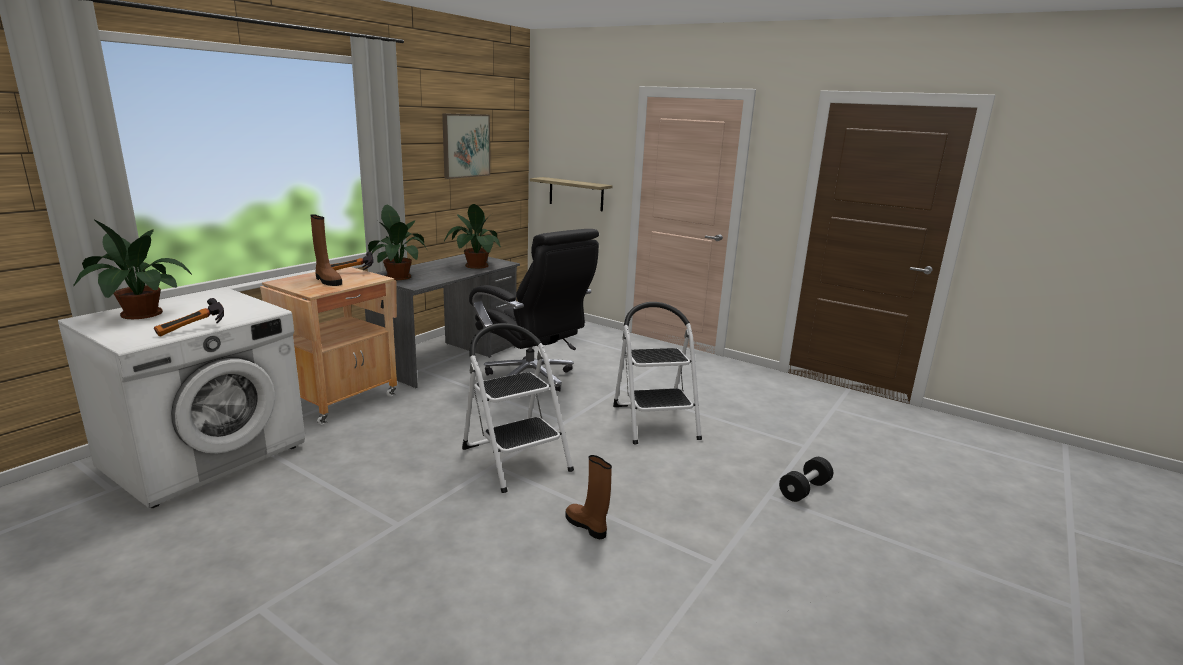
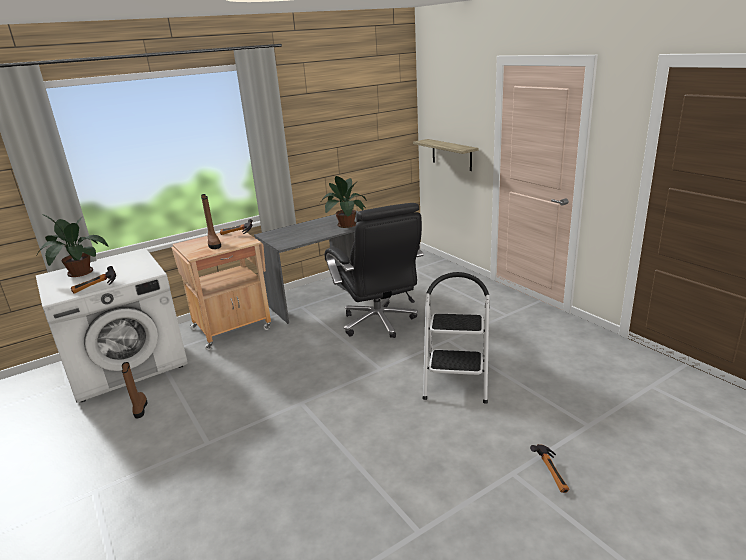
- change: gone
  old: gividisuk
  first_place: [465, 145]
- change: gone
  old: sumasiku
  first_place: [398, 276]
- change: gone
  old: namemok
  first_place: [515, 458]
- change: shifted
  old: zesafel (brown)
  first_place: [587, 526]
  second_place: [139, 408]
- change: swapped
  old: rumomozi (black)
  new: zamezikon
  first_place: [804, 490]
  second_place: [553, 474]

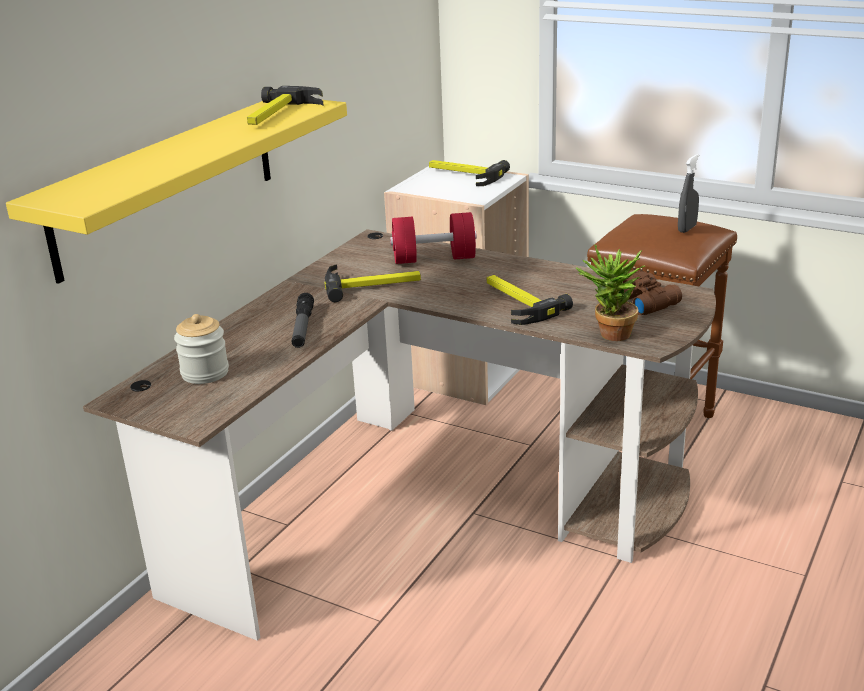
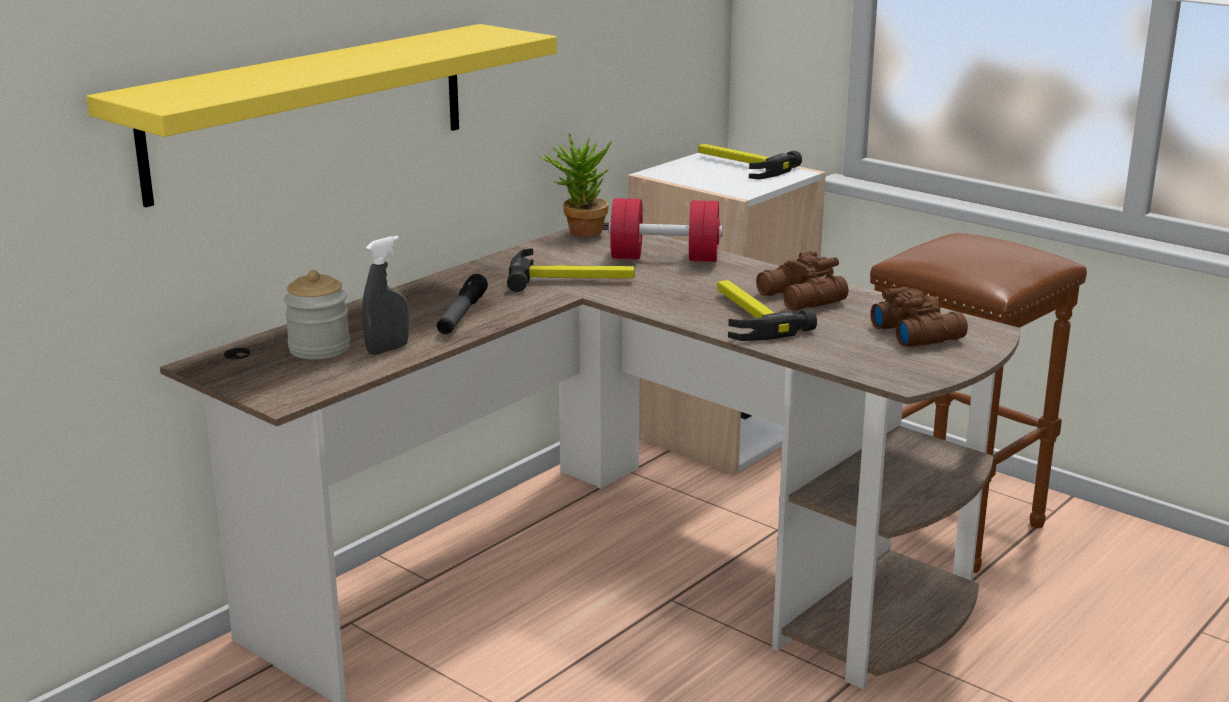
- change: gone
  old: zamezikon
  first_place: [279, 114]
- change: shifted
  old: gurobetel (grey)
  first_place: [687, 228]
  second_place: [388, 349]
- change: shifted
  old: sumasiku
  first_place: [609, 335]
  second_place: [578, 232]
- change: new
  new: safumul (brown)
  second_place: [800, 299]

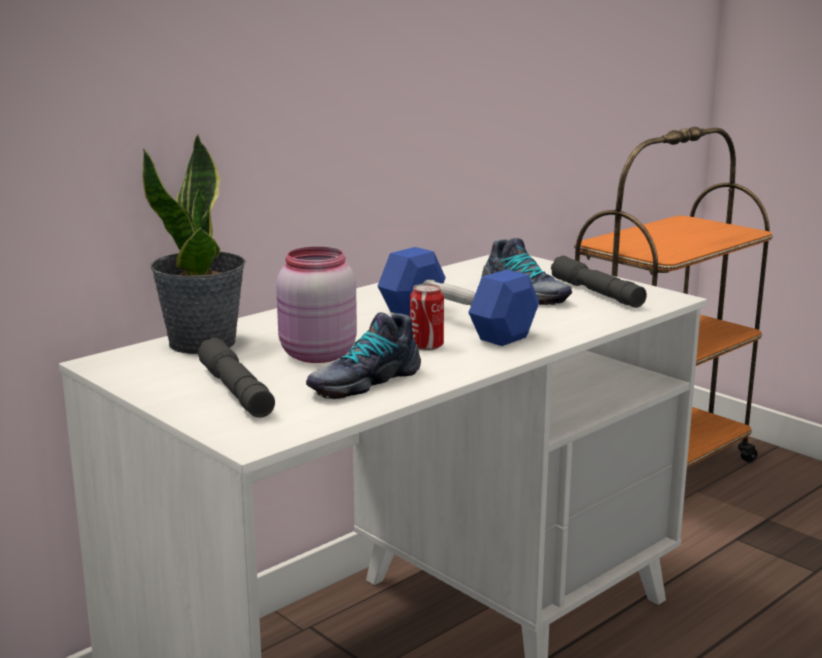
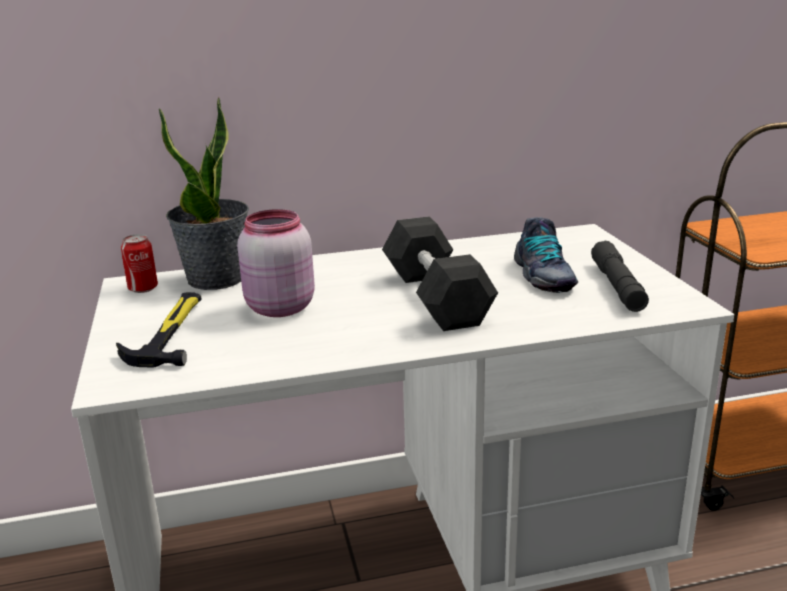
- change: repainted
  old: rumomozi (blue)
  new: rumomozi (grey)
  first_place: [456, 324]
  second_place: [436, 298]
- change: shifted
  old: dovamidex
  first_place: [426, 346]
  second_place: [143, 288]
- change: gone
  old: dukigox
  first_place: [363, 381]
- change: swapped
  old: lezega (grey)
  new: zamezikon
  first_place: [236, 391]
  second_place: [171, 332]

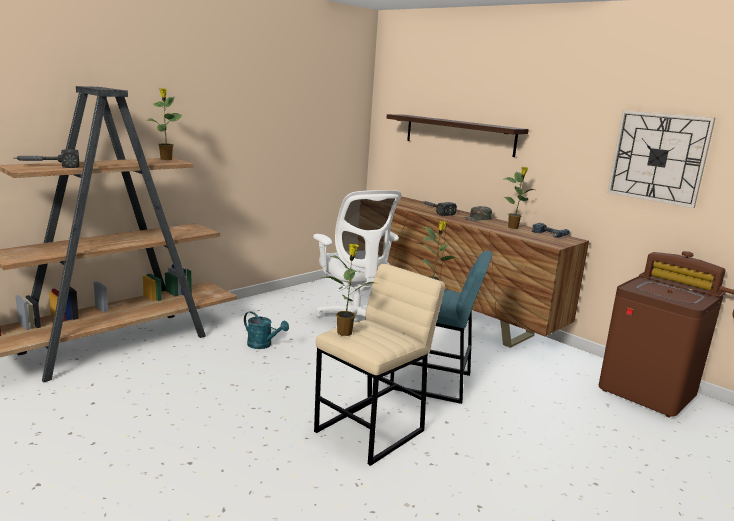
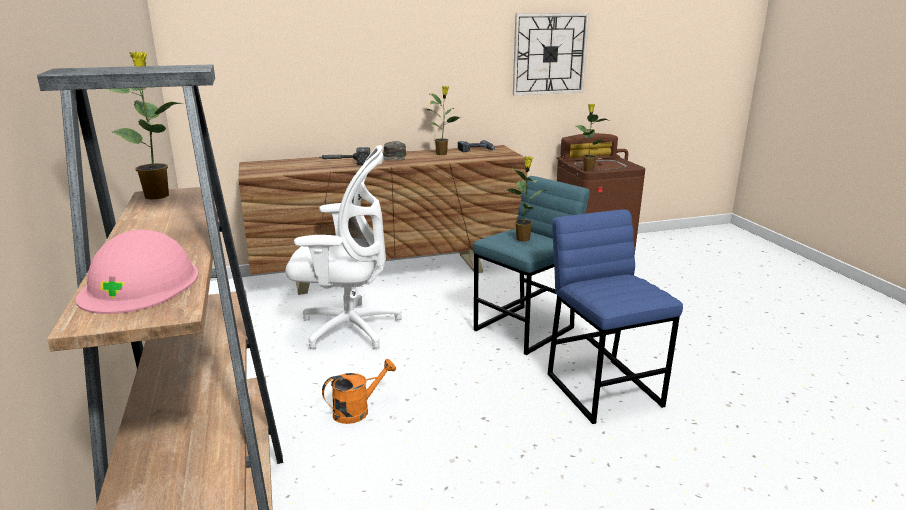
- change: gone
  old: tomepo
  first_place: [459, 134]
- change: swapped
  old: zamezikon
  new: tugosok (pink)
  first_place: [47, 166]
  second_place: [140, 284]
- change: shifted
  old: sumasiku
  first_place: [345, 332]
  second_place: [588, 169]
- change: repainted
  old: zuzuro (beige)
  new: zuzuro (blue)
  first_place: [371, 430]
  second_place: [602, 388]
- change: repainted
  old: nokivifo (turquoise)
  new: nokivifo (orange)
  first_place: [263, 345]
  second_place: [357, 410]

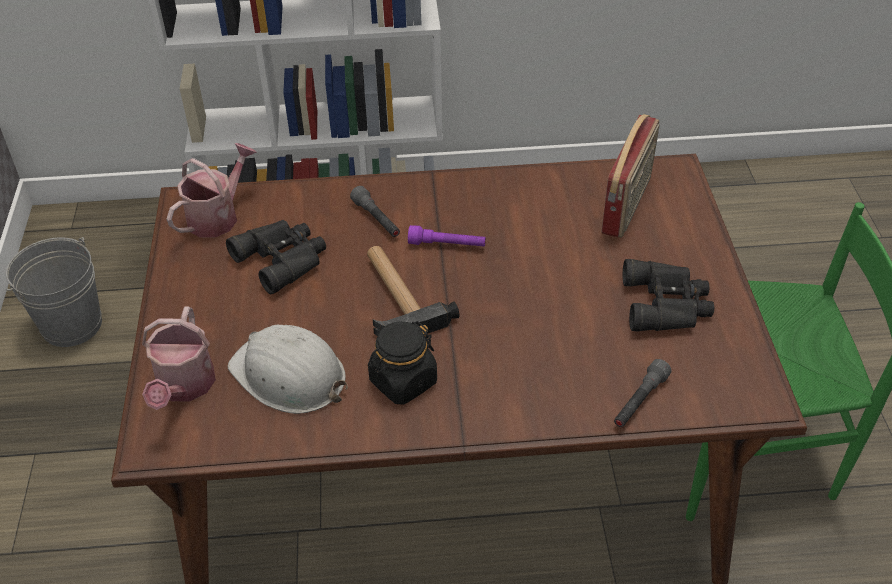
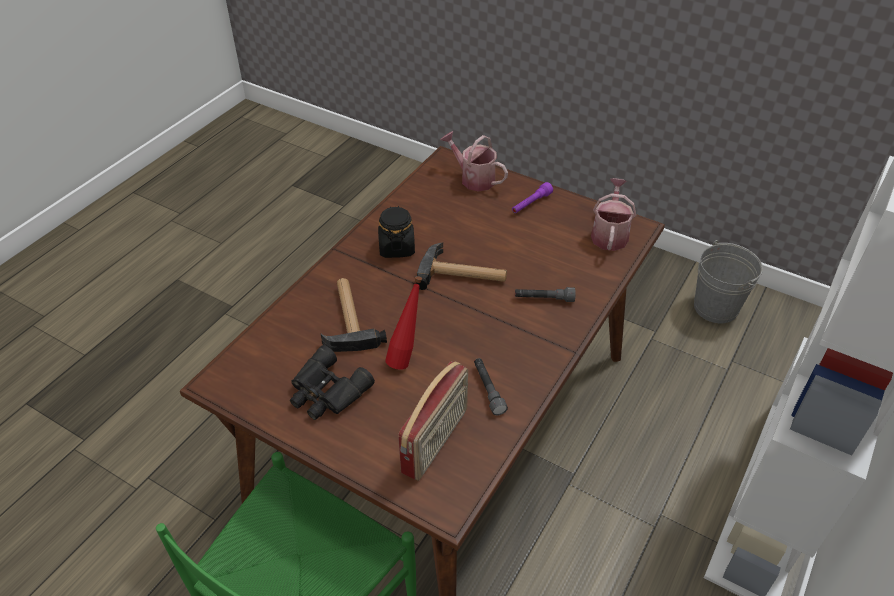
- change: rotated
  old: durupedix
  first_place: [628, 205]
  second_place: [436, 441]
  degrees: -120
- change: rotated
  old: nokivifo
  first_place: [218, 216]
  second_place: [609, 234]
  degrees: -150
- change: gone
  old: safumul (black)
  first_place: [283, 258]
- change: shifted
  old: lezega (purple)
  first_place: [447, 245]
  second_place: [531, 204]
- change: gone
  old: tugosok (white)
  first_place: [289, 376]
- change: shifted
  old: lezega (grey)
  first_place: [639, 401]
  second_place: [488, 390]
- change: new
  new: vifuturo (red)
  second_place: [406, 357]
- change: new
  new: zamezikon
  second_place: [348, 318]

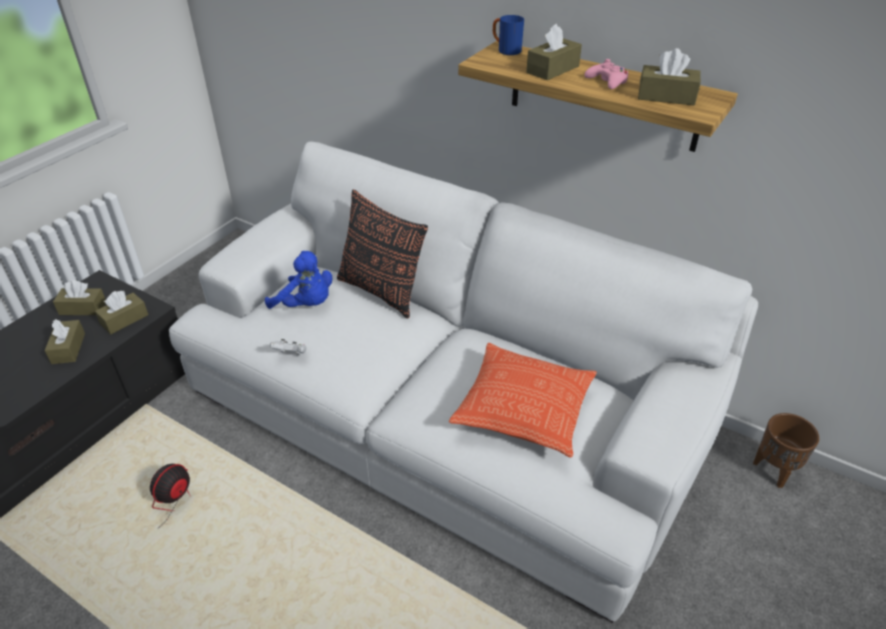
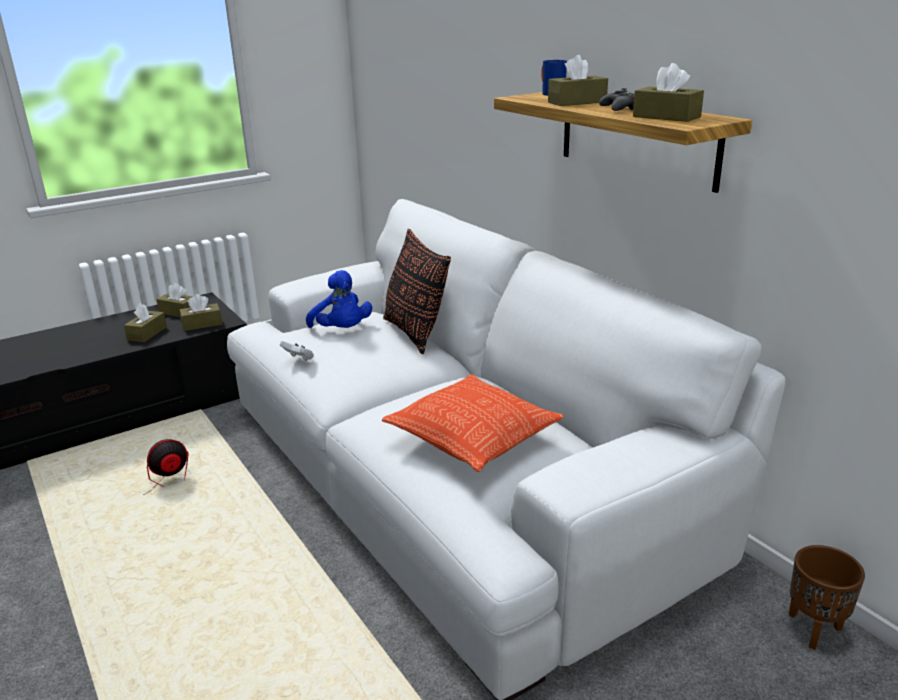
- change: repainted
  old: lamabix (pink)
  new: lamabix (black)
  first_place: [607, 81]
  second_place: [619, 109]

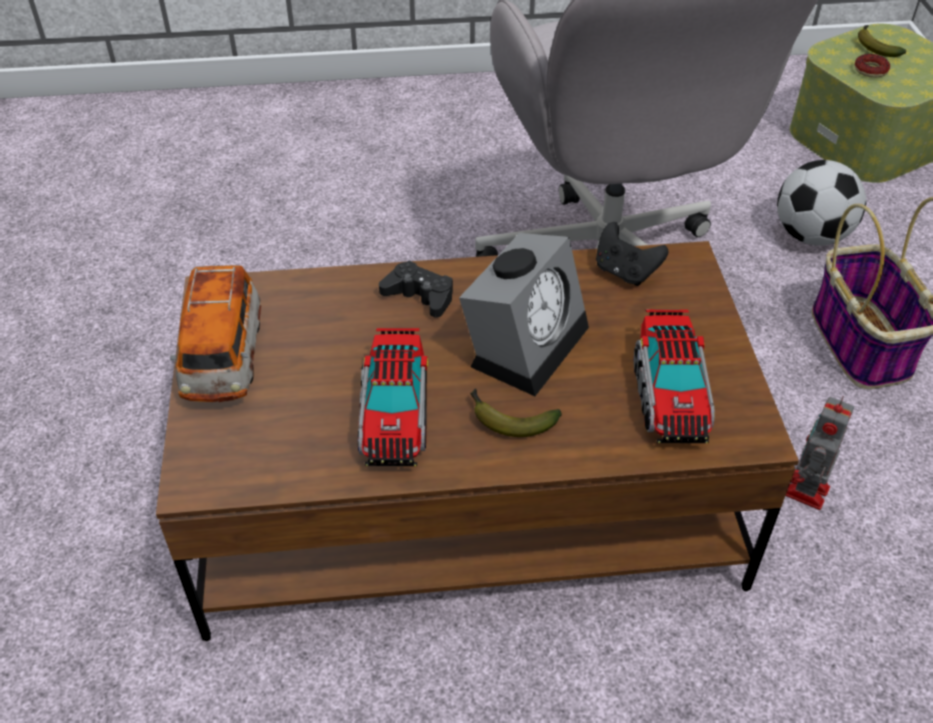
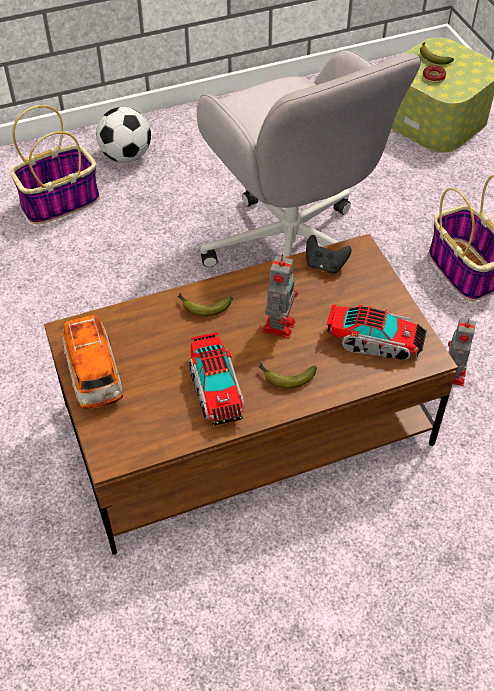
- change: shifted
  old: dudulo
  first_place: [811, 235]
  second_place: [126, 156]
- change: swapped
  old: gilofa
  new: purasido
  first_place: [526, 341]
  second_place: [279, 324]
- change: swapped
  old: lamabix (black)
  new: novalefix
  first_place: [419, 296]
  second_place: [202, 307]
- change: rotated
  old: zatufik
  first_place: [669, 394]
  second_place: [374, 341]
  degrees: -60
- change: new
  new: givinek
  second_place: [61, 201]

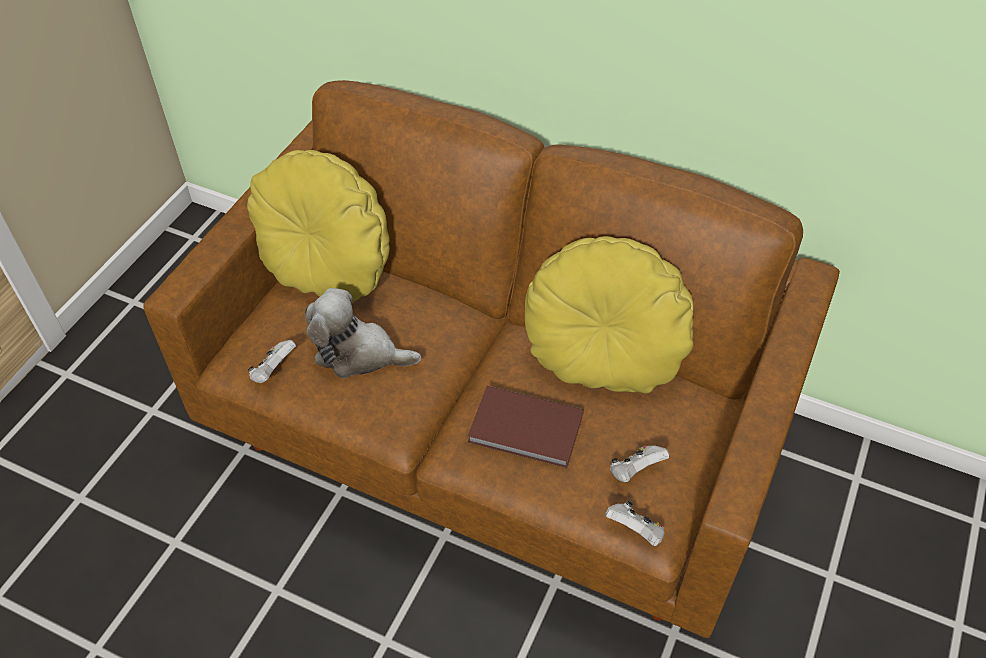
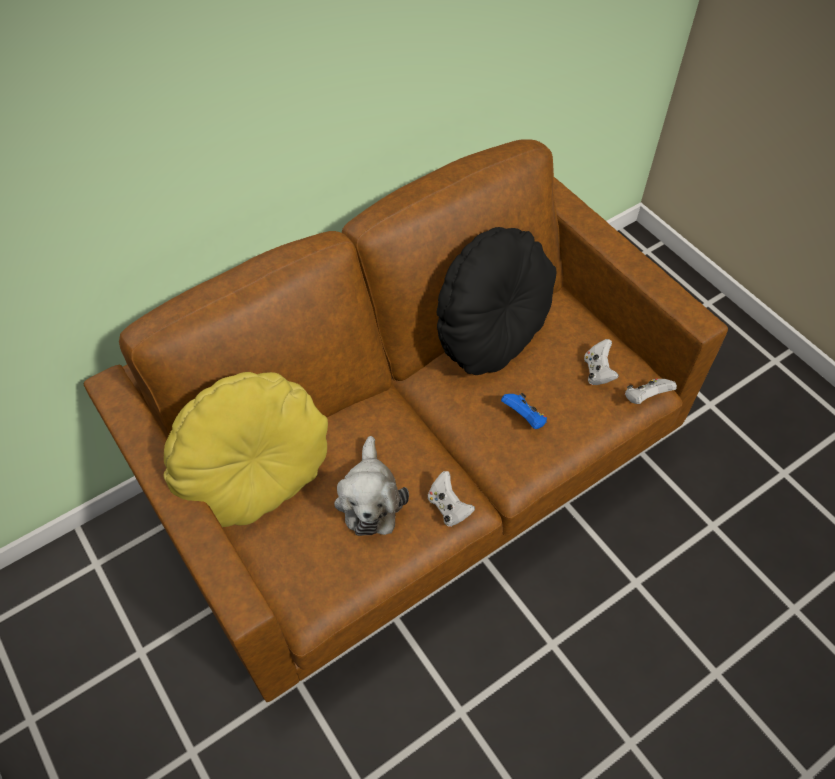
- change: repainted
  old: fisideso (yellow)
  new: fisideso (black)
  first_place: [602, 364]
  second_place: [492, 341]
- change: rotated
  old: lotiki
  first_place: [359, 353]
  second_place: [370, 498]
  degrees: -45
- change: shifted
  old: lamabix (white)
  first_place: [273, 371]
  second_place: [448, 507]
- change: swapped
  old: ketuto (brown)
  new: lamabix (blue)
  first_place: [526, 431]
  second_place: [524, 418]

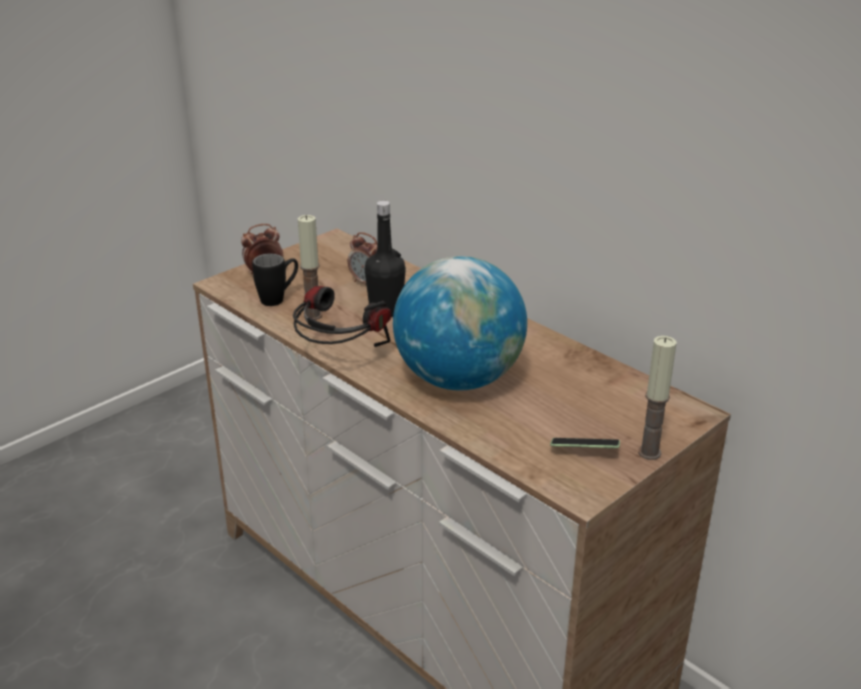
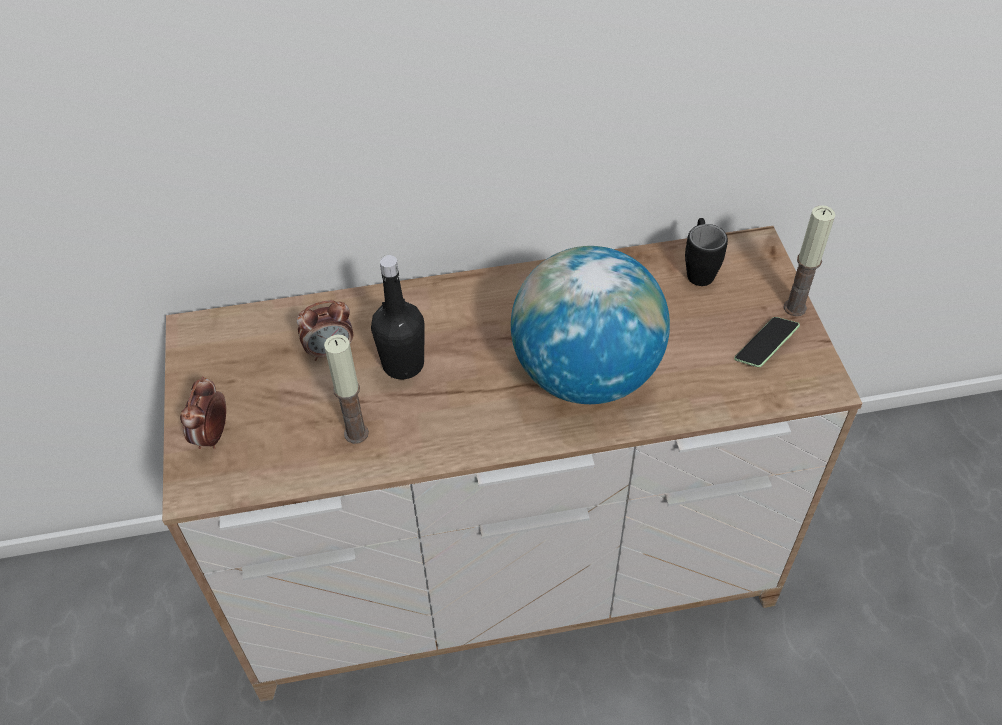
- change: shifted
  old: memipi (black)
  first_place: [279, 298]
  second_place: [699, 269]
- change: gone
  old: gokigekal
  first_place: [338, 359]

